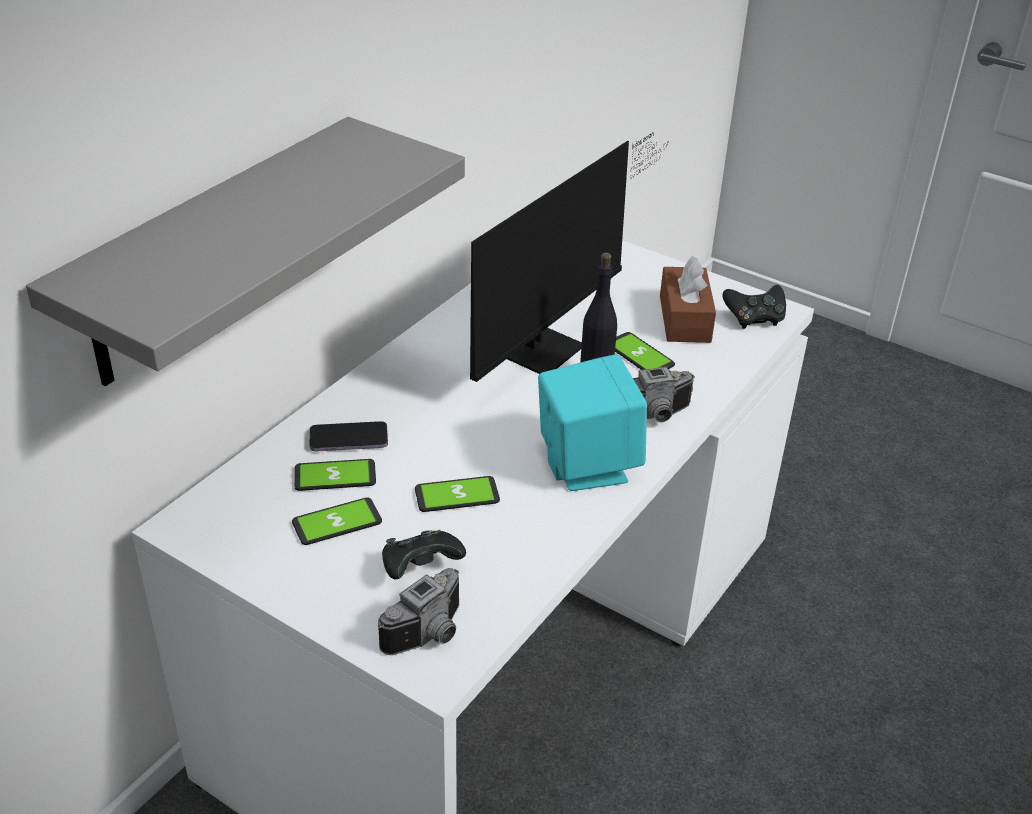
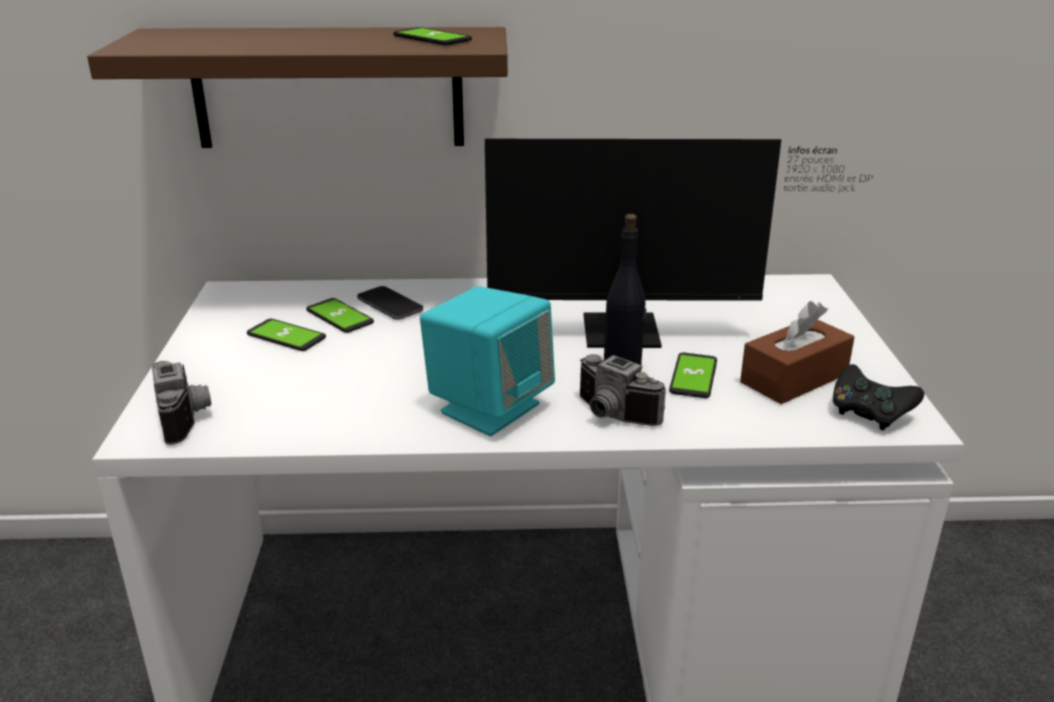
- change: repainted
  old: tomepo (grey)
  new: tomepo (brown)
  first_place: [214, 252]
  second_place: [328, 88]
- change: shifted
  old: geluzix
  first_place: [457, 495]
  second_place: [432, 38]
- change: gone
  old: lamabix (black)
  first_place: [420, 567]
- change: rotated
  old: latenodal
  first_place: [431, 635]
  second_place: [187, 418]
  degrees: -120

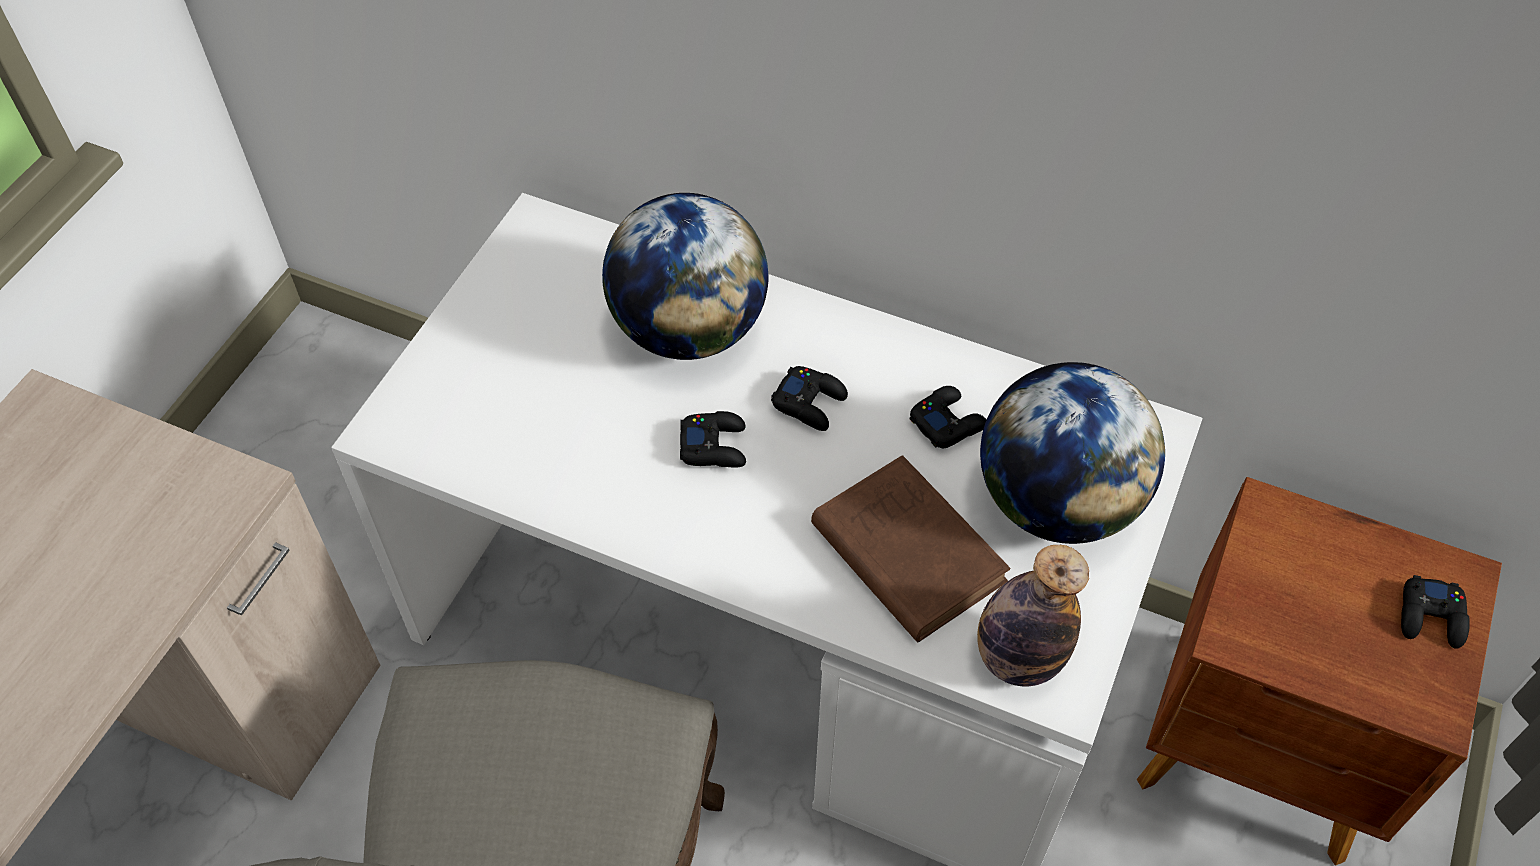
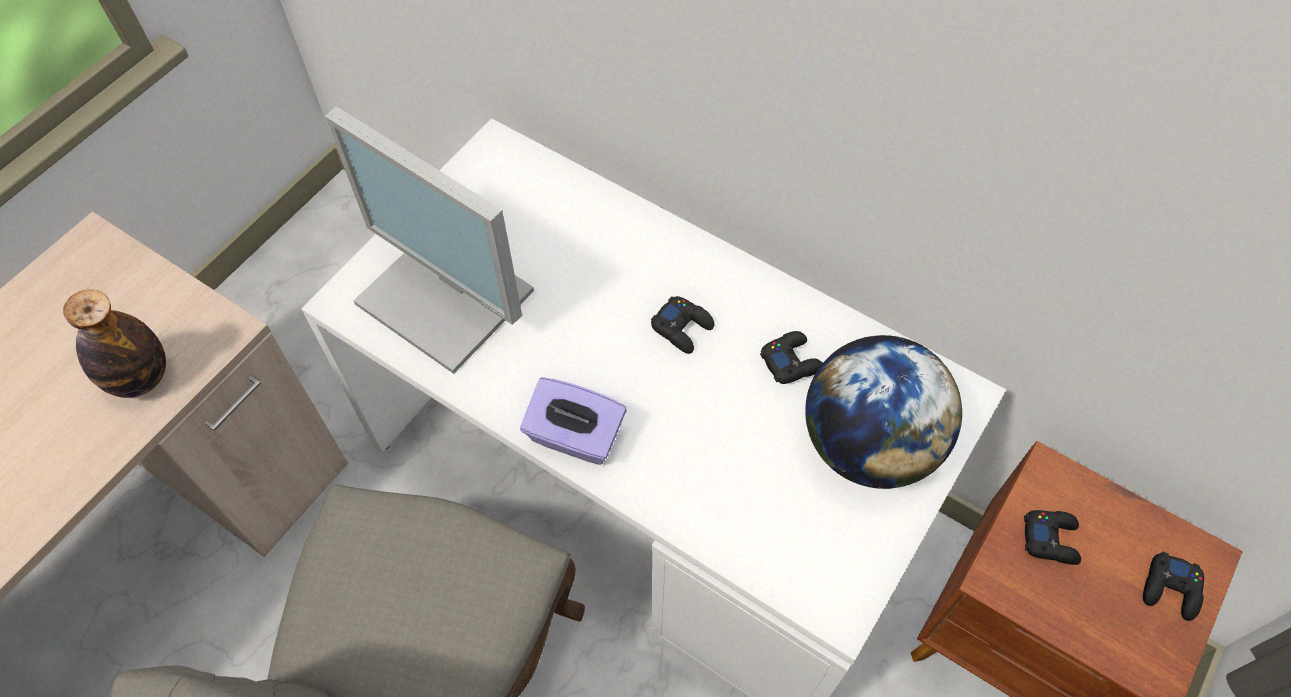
- change: gone
  old: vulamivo
  first_place: [689, 330]
- change: shifted
  old: lamabix (black)
  first_place: [714, 445]
  second_place: [1051, 539]
- change: gone
  old: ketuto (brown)
  first_place: [904, 550]
- change: shifted
  old: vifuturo
  first_place: [1018, 658]
  second_place: [140, 378]
- change: new
  new: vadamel
  second_place: [449, 297]
- change: new
  new: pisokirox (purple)
  second_place: [575, 436]

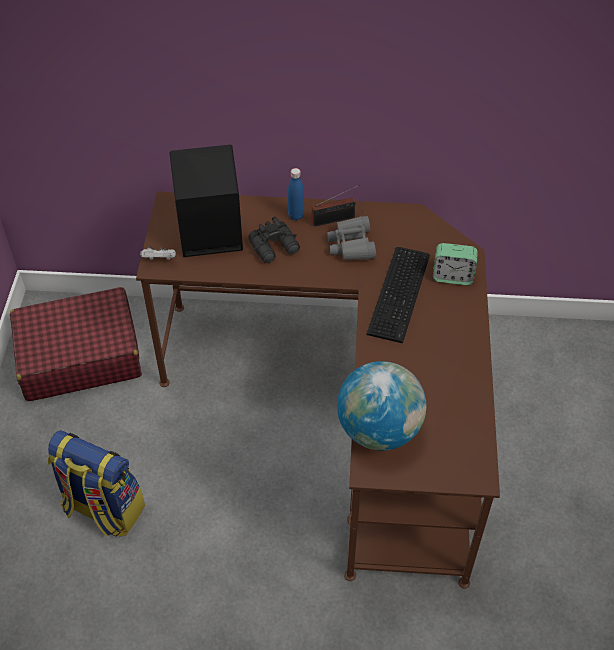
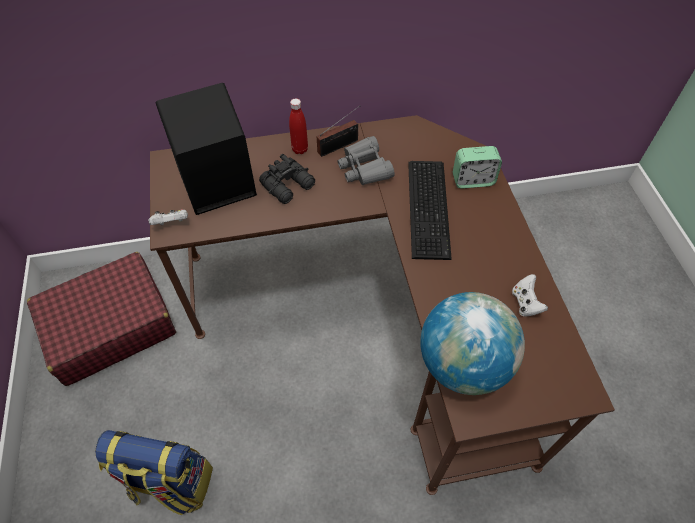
- change: repainted
  old: vifuturo (blue)
  new: vifuturo (red)
  first_place: [296, 216]
  second_place: [300, 149]
- change: new
  new: lamabix (white)
  second_place: [525, 303]

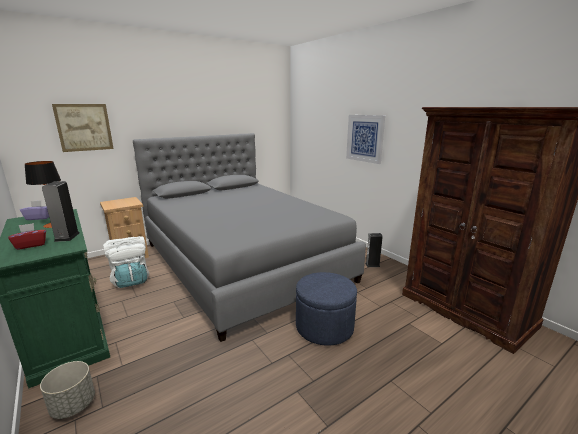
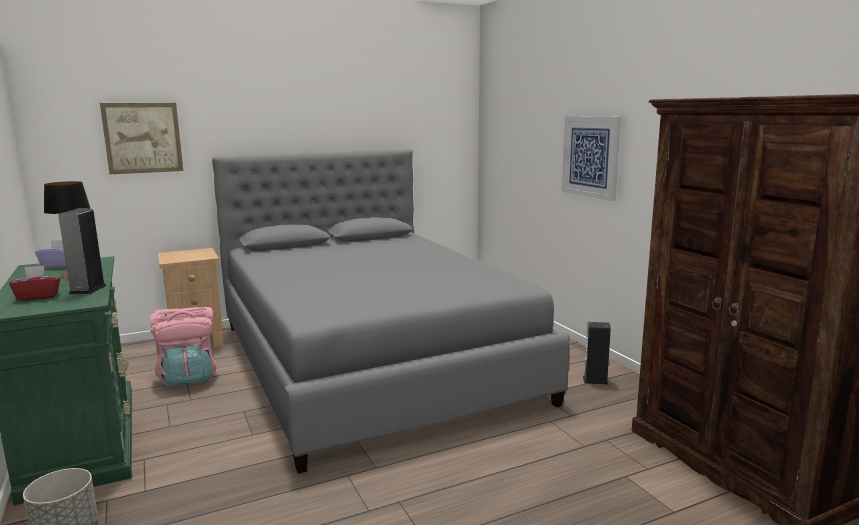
- change: repainted
  old: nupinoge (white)
  new: nupinoge (pink)
  first_place: [131, 280]
  second_place: [188, 376]
- change: gone
  old: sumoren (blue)
  first_place: [324, 327]

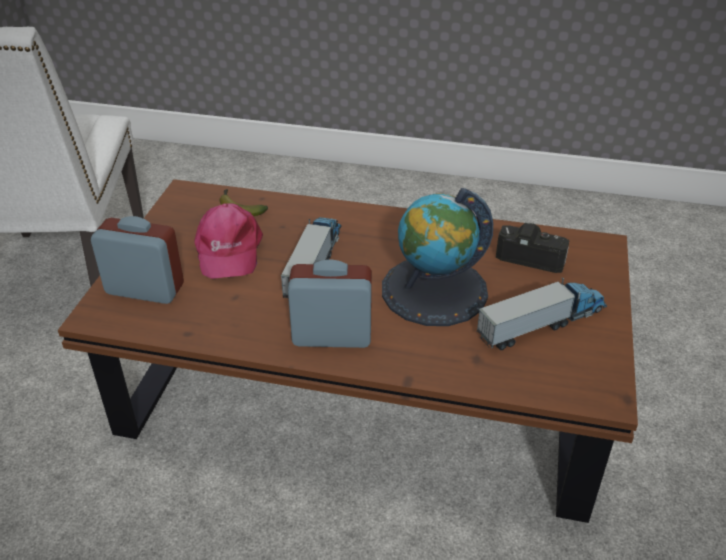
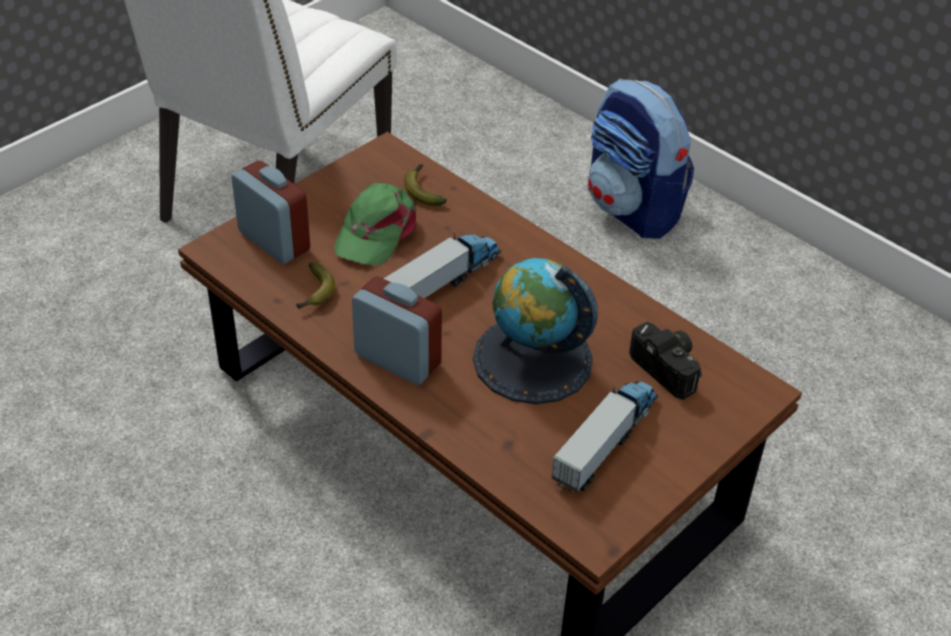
- change: repainted
  old: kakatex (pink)
  new: kakatex (green)
  first_place: [228, 250]
  second_place: [376, 232]
- change: rotated
  old: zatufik
  first_place: [542, 324]
  second_place: [606, 441]
  degrees: -60
- change: new
  new: nupinoge
  second_place: [633, 209]
- change: new
  new: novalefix
  second_place: [315, 293]

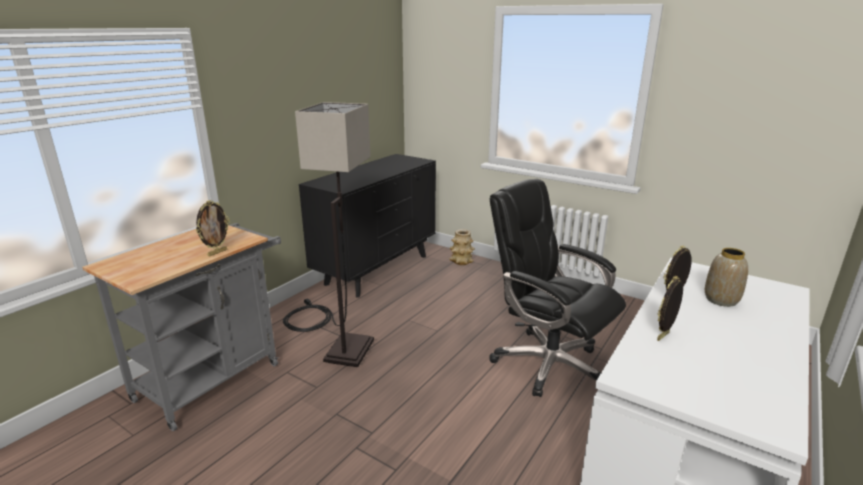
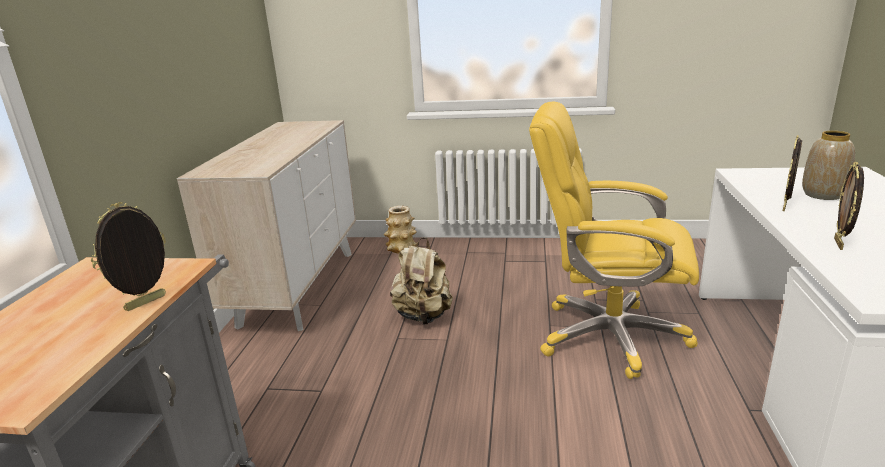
- change: gone
  old: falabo
  first_place: [327, 332]
- change: repainted
  old: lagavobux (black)
  new: lagavobux (white)
  first_place: [377, 269]
  second_place: [298, 287]
- change: repainted
  old: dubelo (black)
  new: dubelo (yellow)
  first_place: [548, 364]
  second_place: [608, 336]
- change: rotated
  old: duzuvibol
  first_place: [217, 252]
  second_place: [146, 303]
  degrees: -150
- change: new
  new: nupinoge (beige)
  second_place: [424, 316]

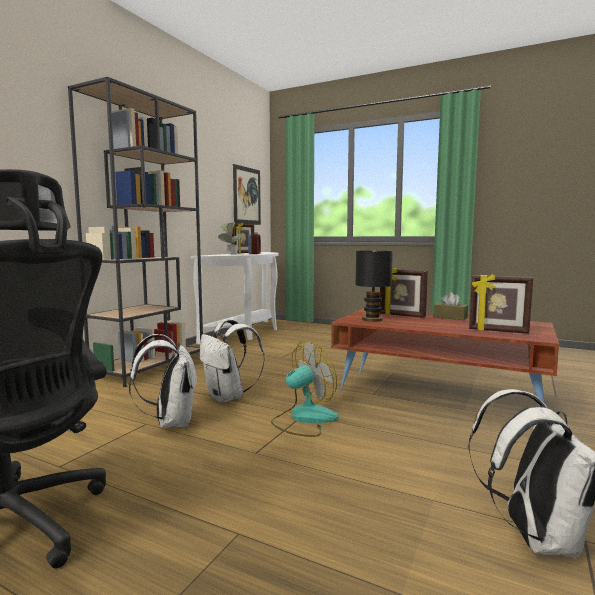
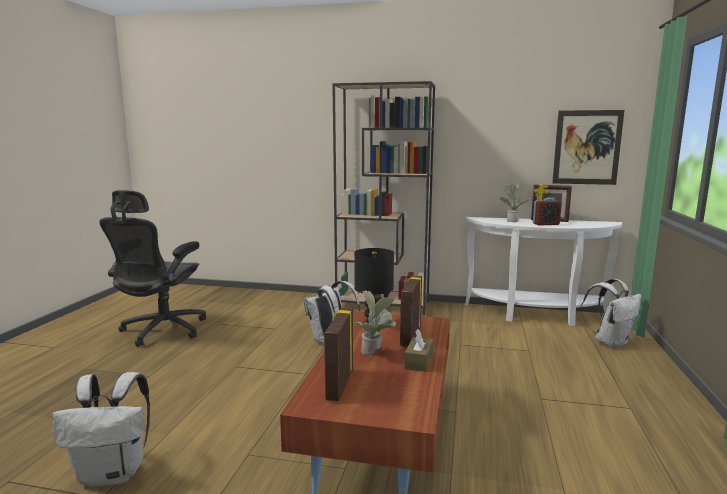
- change: shifted
  old: nupinoge (white)
  first_place: [170, 423]
  second_place: [610, 342]
- change: gone
  old: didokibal
  first_place: [304, 419]
- change: new
  new: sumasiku
  second_place: [375, 353]

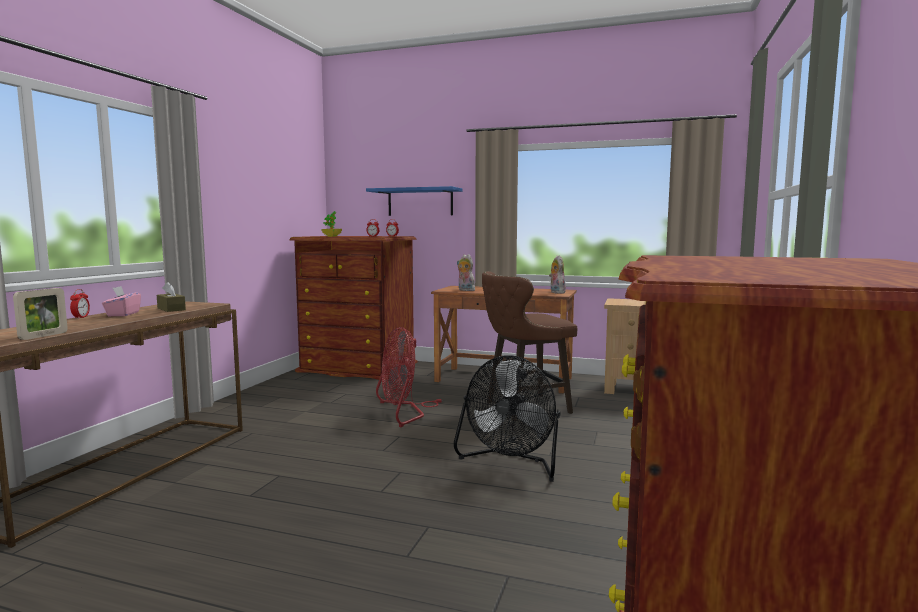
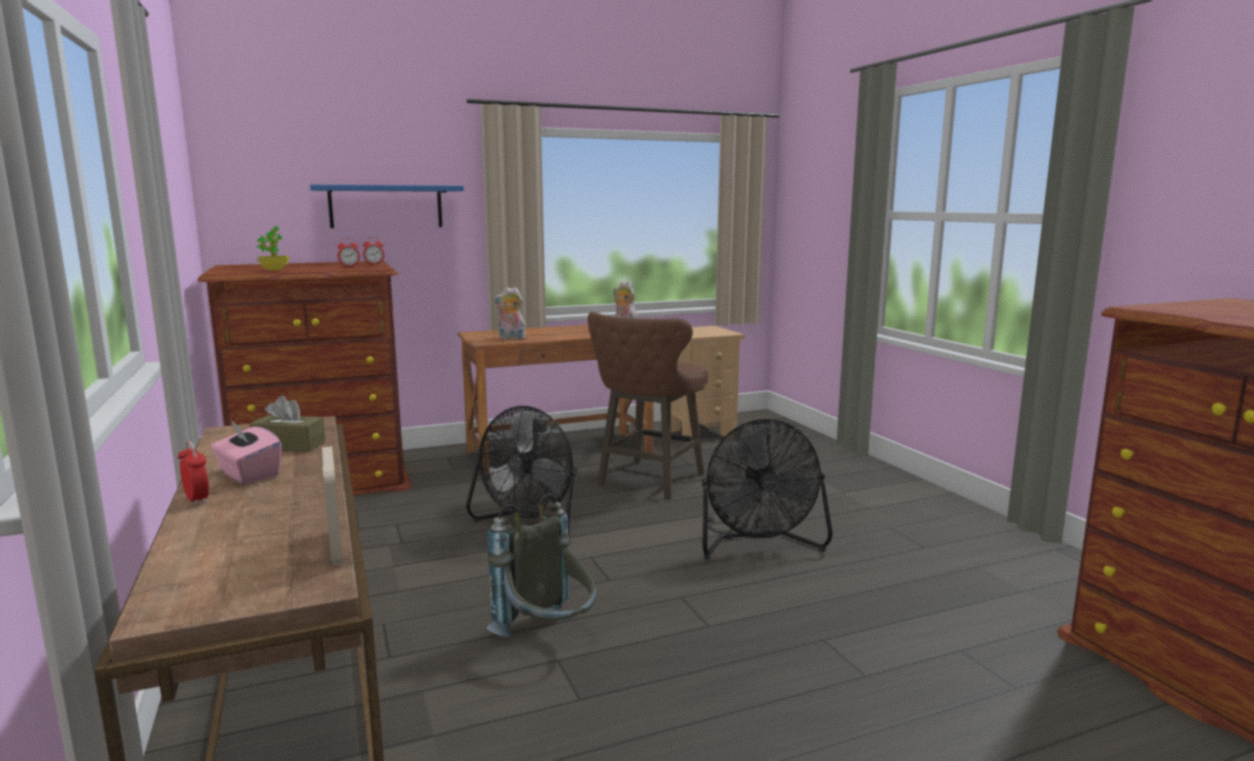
- change: repainted
  old: didokibal (red)
  new: didokibal (black)
  first_place: [405, 411]
  second_place: [530, 524]
- change: new
  new: nupinoge (grey)
  second_place: [548, 637]

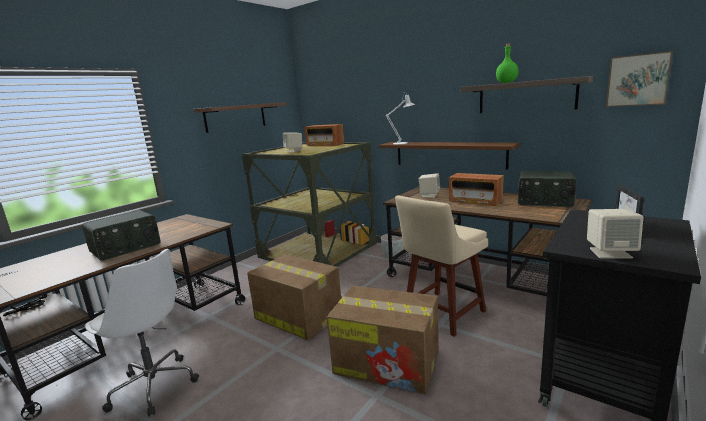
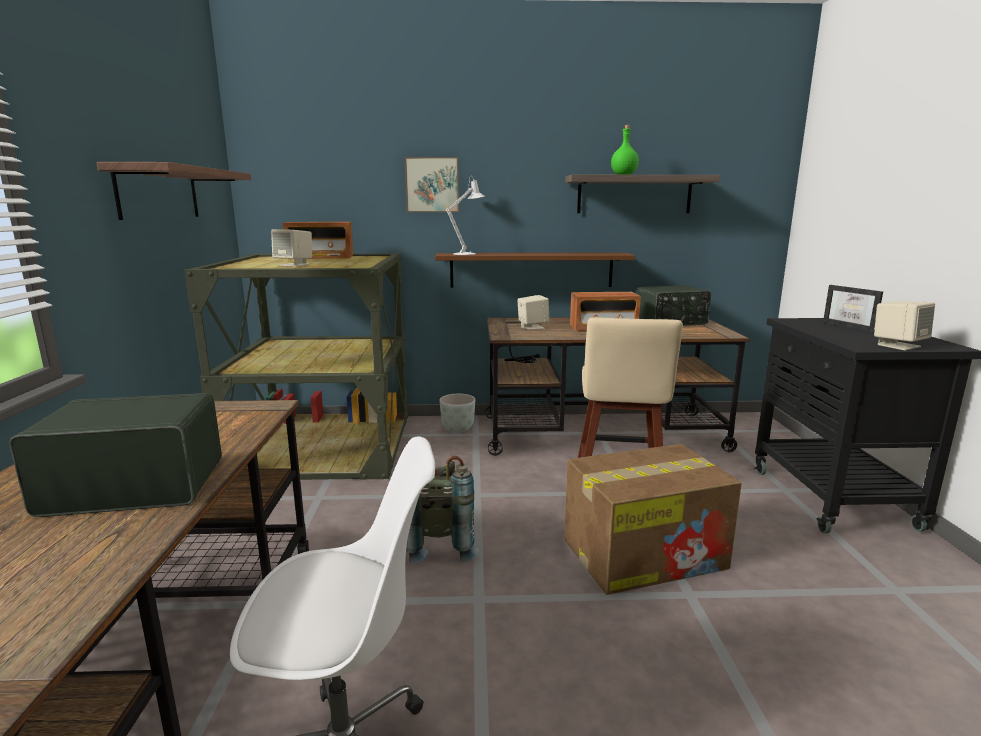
- change: shifted
  old: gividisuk
  first_place: [637, 80]
  second_place: [432, 185]
- change: rotated
  old: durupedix
  first_place: [126, 248]
  second_place: [136, 485]
  degrees: -105
- change: swapped
  old: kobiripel
  new: nupinoge (grey)
  first_place: [297, 316]
  second_place: [439, 544]

